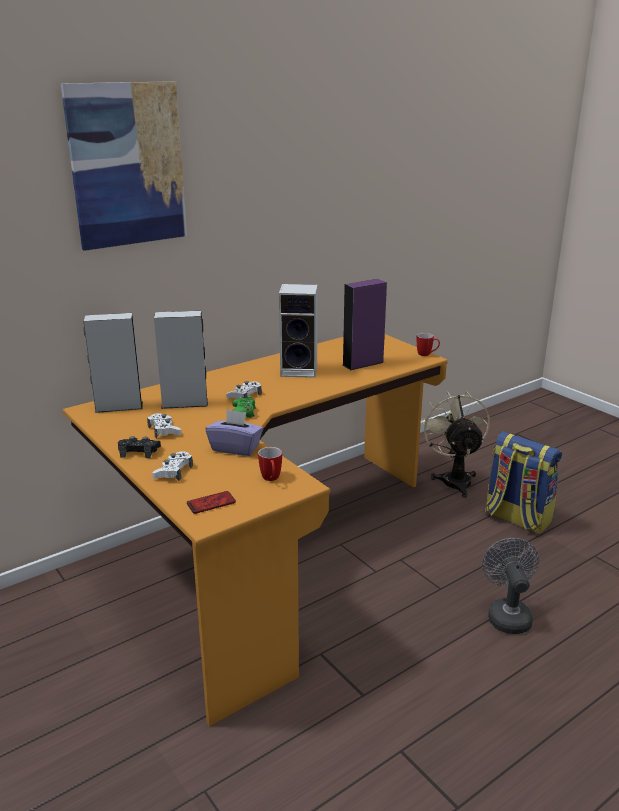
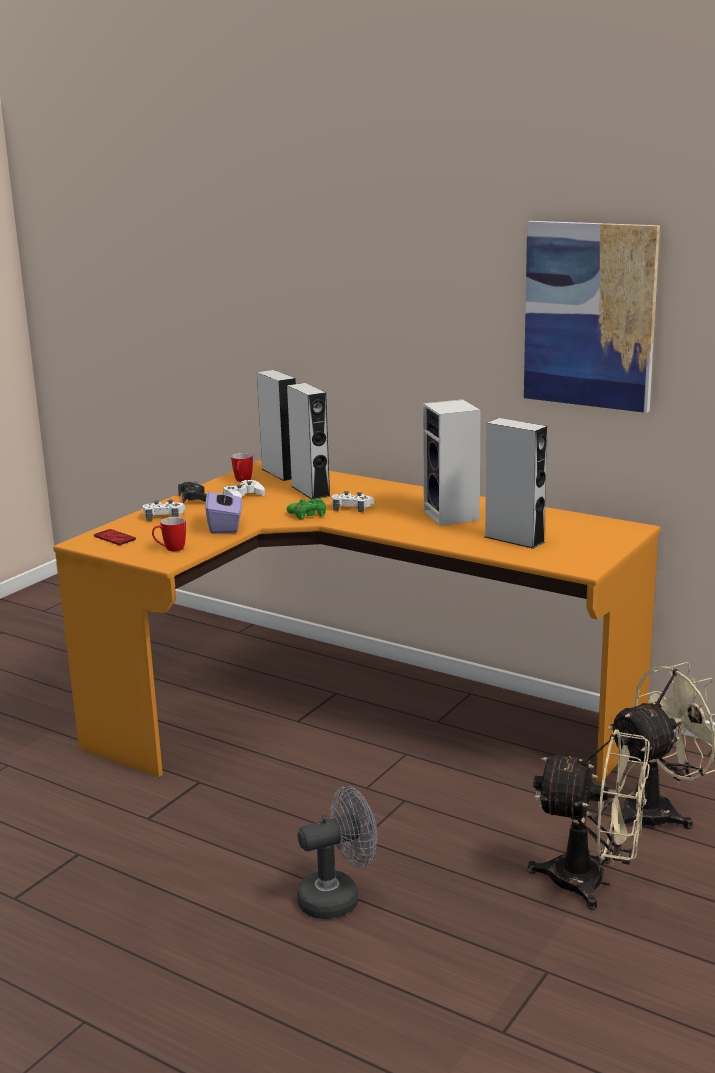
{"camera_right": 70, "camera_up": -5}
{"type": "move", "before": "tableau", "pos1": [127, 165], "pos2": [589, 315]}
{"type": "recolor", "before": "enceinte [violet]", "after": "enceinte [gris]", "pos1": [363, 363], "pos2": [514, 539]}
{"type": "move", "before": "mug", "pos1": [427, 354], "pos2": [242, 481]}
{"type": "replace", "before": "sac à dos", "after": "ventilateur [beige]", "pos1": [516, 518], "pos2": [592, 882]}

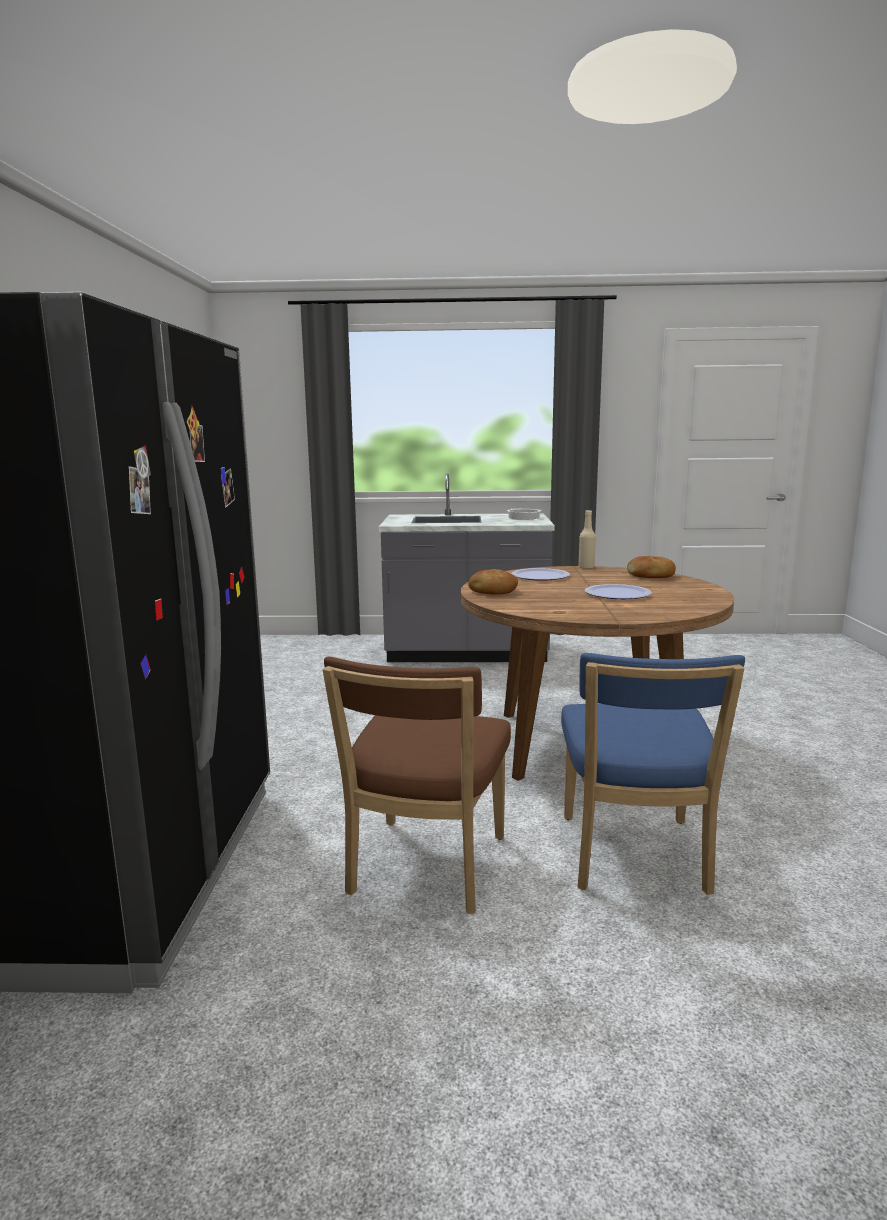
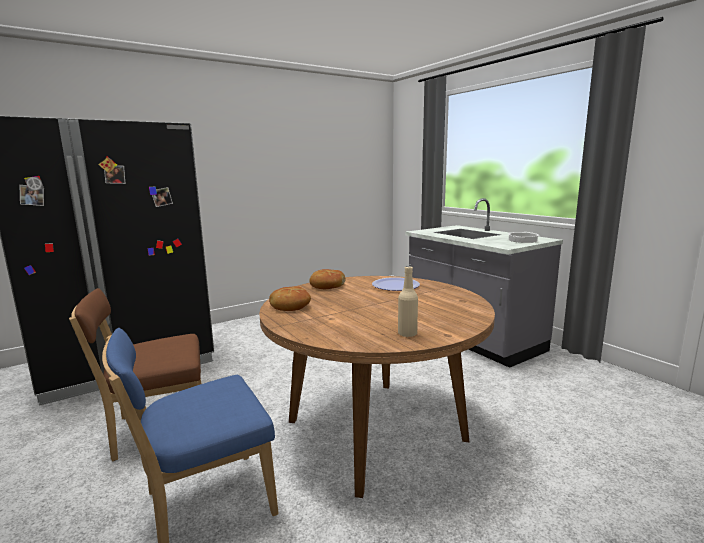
{"camera_right": 55, "camera_up": 0}
{"type": "move", "before": "bouteille [beige]", "pos1": [586, 567], "pos2": [407, 334]}
{"type": "delete", "before": "assiette", "pos1": [617, 594]}
{"type": "move", "before": "pain", "pos1": [651, 576], "pos2": [290, 306]}

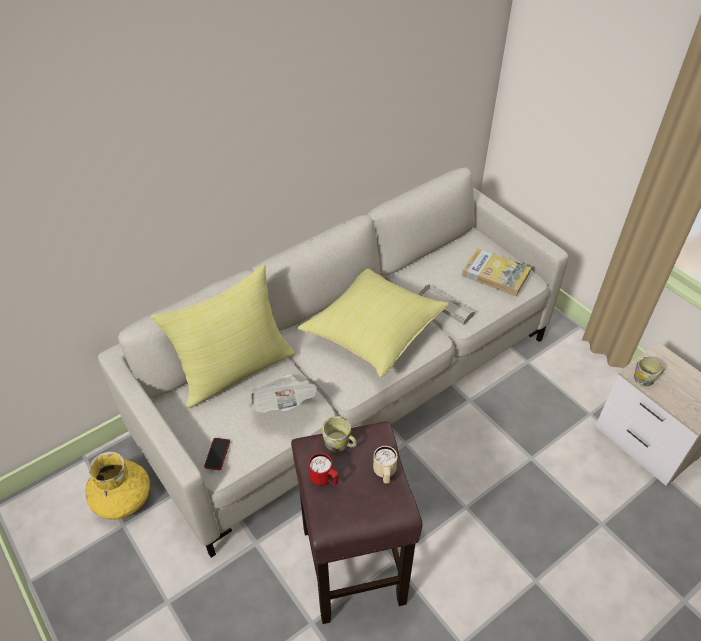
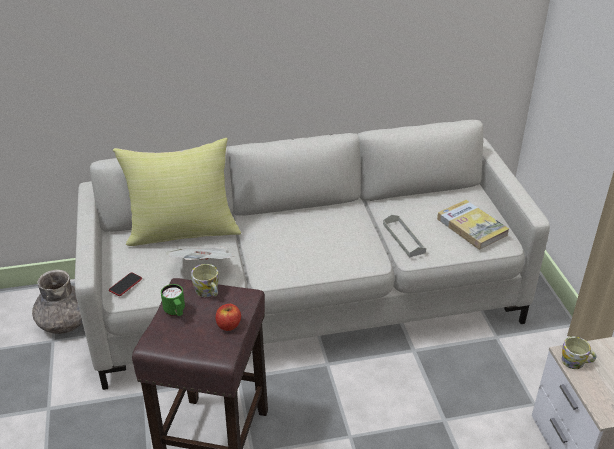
{"camera_right": 25, "camera_up": -10}
{"type": "recolor", "before": "vase [jaune]", "after": "vase [gris]", "pos1": [122, 498], "pos2": [65, 322]}
{"type": "delete", "before": "coussin [jaune]", "pos1": [373, 332]}
{"type": "recolor", "before": "mug [rouge]", "after": "mug [vert]", "pos1": [324, 479], "pos2": [175, 312]}
{"type": "replace", "before": "mug [beige]", "after": "pomme", "pos1": [384, 473], "pos2": [228, 325]}

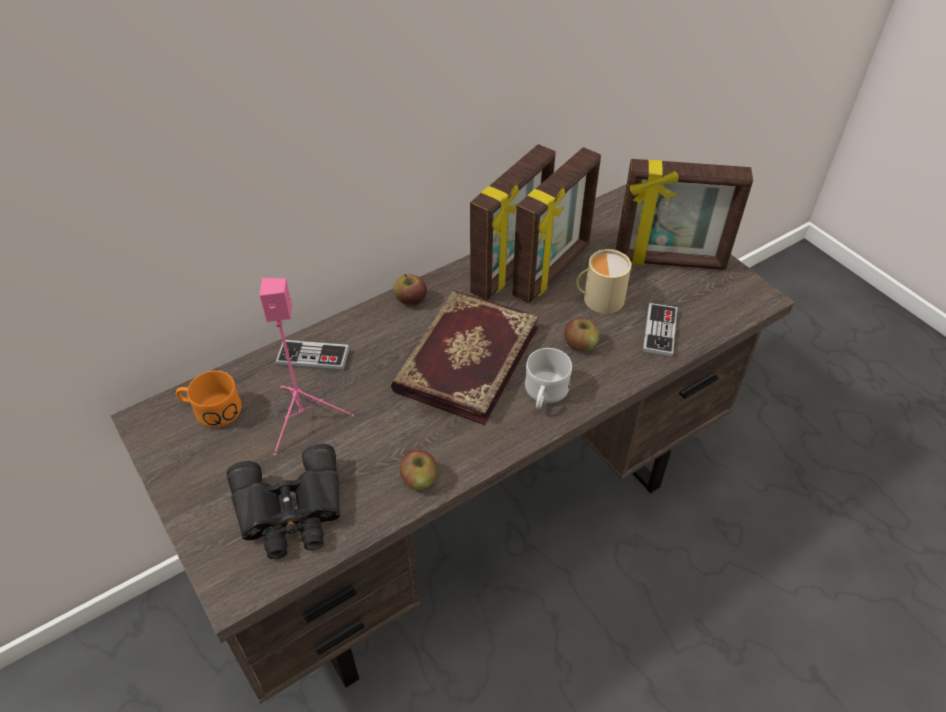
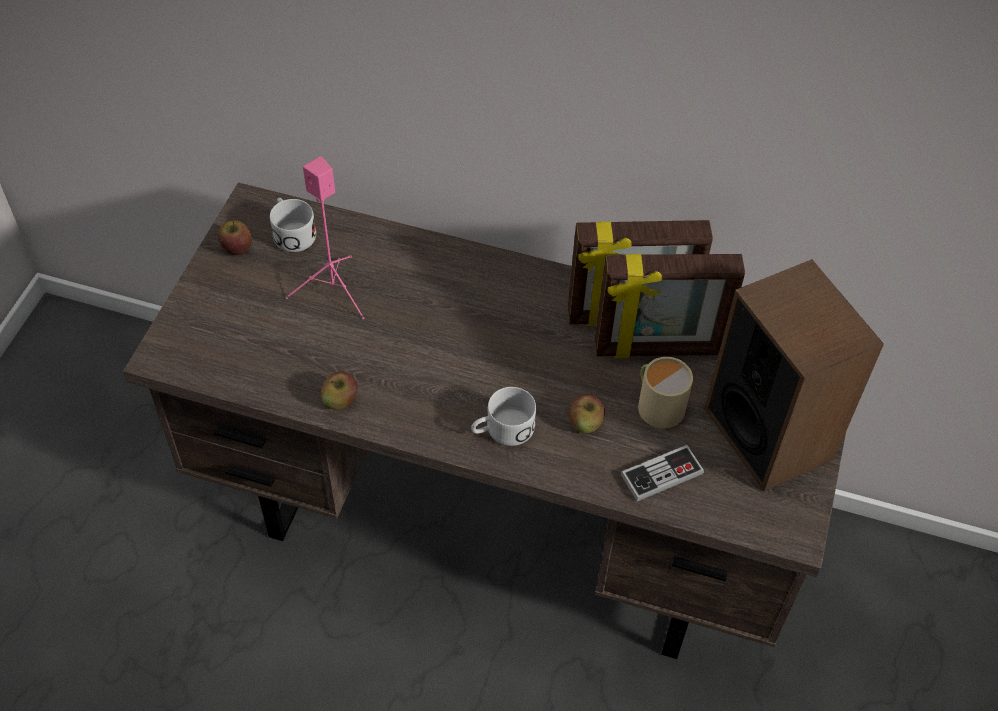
{"camera_right": 50, "camera_up": 5}
{"type": "recolor", "before": "mug [orange]", "after": "mug [blanc]", "pos1": [211, 410], "pos2": [292, 232]}
{"type": "delete", "before": "jumelles [noir]", "pos1": [291, 511]}
{"type": "delete", "before": "manette", "pos1": [313, 357]}
{"type": "delete", "before": "livre", "pos1": [464, 358]}
{"type": "move", "before": "pomme", "pos1": [410, 300], "pos2": [237, 247]}
{"type": "replace", "before": "cadre photo", "after": "enceinte", "pos1": [669, 261], "pos2": [768, 433]}

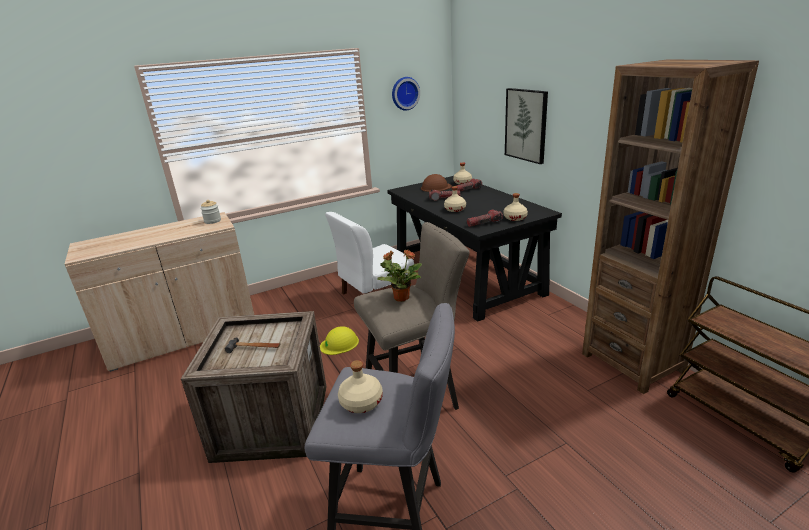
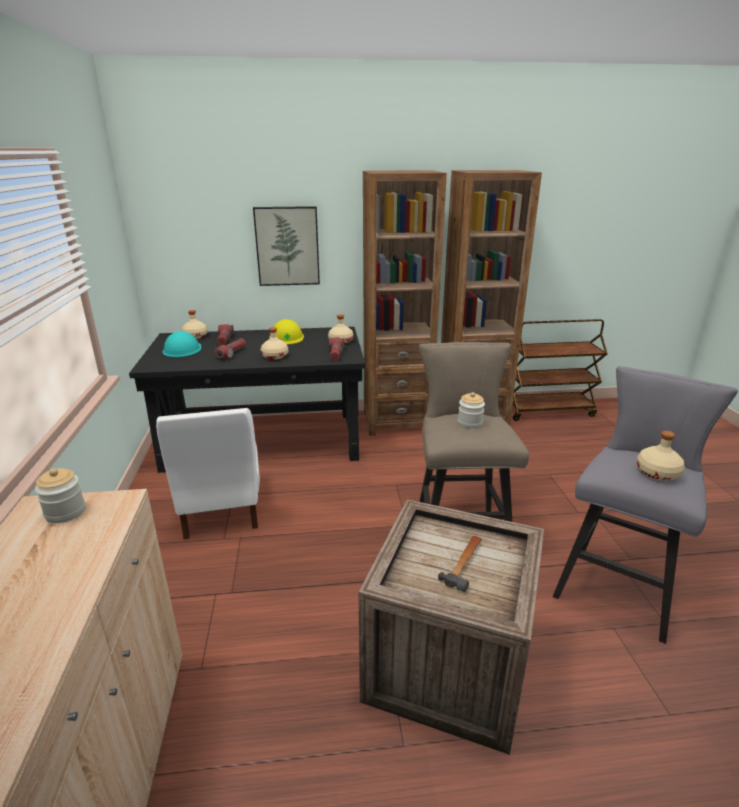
{"camera_right": -70, "camera_up": 0}
{"type": "move", "before": "casque de chantier [jaune]", "pos1": [339, 343], "pos2": [286, 337]}
{"type": "replace", "before": "plante en pot", "after": "bocal", "pos1": [401, 298], "pos2": [470, 423]}
{"type": "delete", "before": "horloge murale", "pos1": [404, 93]}
{"type": "recolor", "before": "casque de chantier [marron]", "after": "casque de chantier [turquoise]", "pos1": [436, 187], "pos2": [182, 349]}
{"type": "insert", "after": "bibliothèque [marron]", "pos2": [396, 422]}

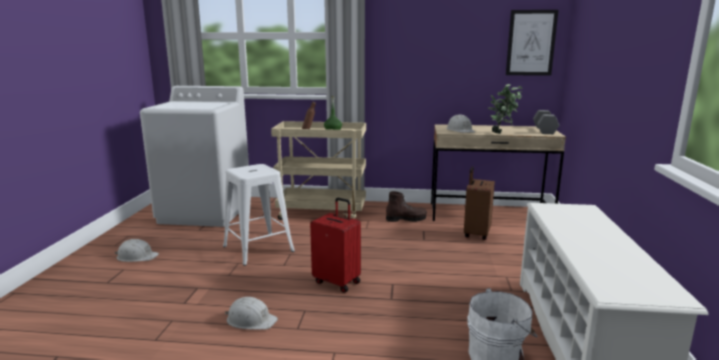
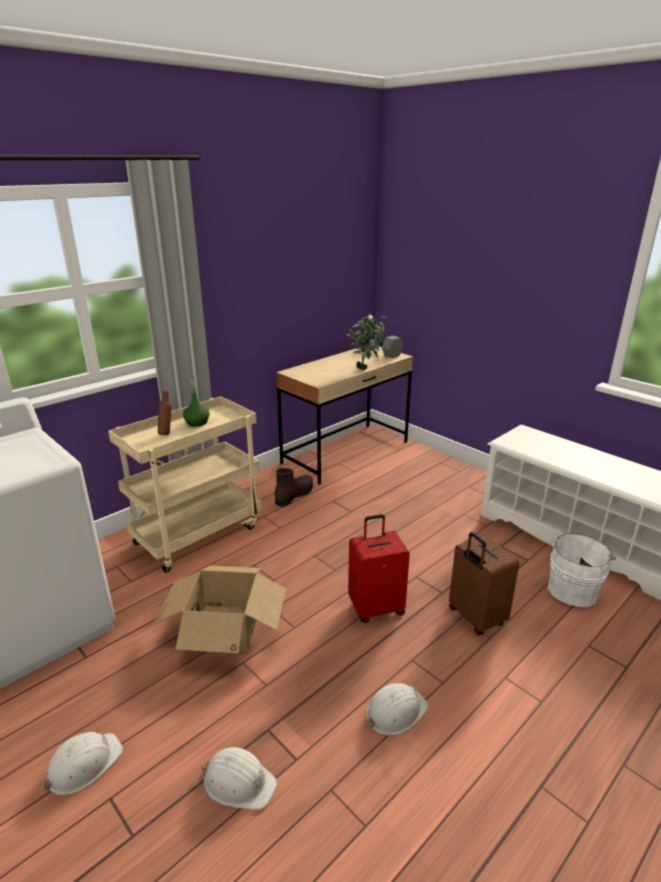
{"camera_right": -50, "camera_up": 10}
{"type": "replace", "before": "tabouret [blanc]", "after": "carton", "pos1": [258, 249], "pos2": [225, 628]}
{"type": "move", "before": "casque de chantier [blanc]", "pos1": [460, 130], "pos2": [239, 782]}
{"type": "move", "before": "valise [marron]", "pos1": [476, 234], "pos2": [475, 618]}
{"type": "delete", "before": "tableau", "pos1": [531, 43]}

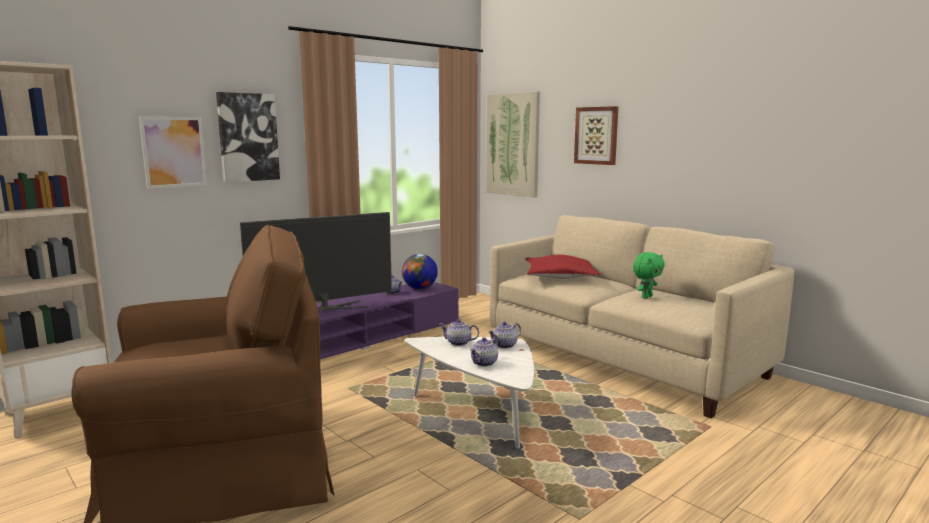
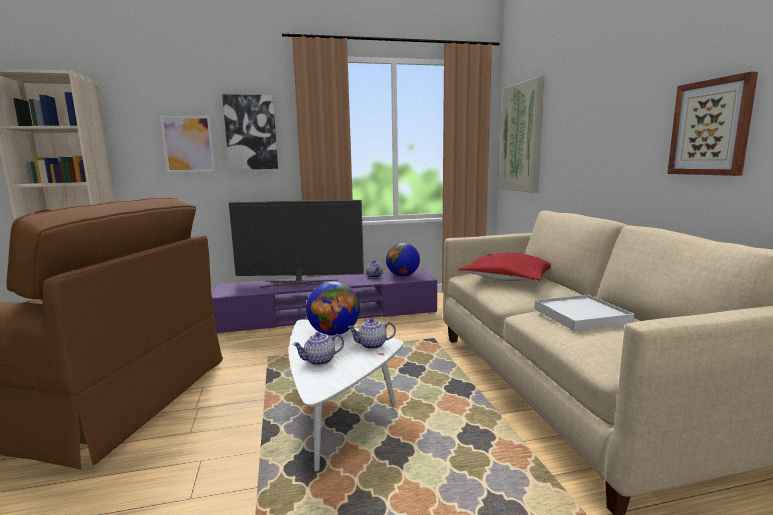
{"camera_right": 30, "camera_up": 0}
{"type": "replace", "before": "théière", "after": "globe", "pos1": [458, 343], "pos2": [334, 333]}
{"type": "move", "before": "tableau", "pos1": [596, 135], "pos2": [711, 128]}
{"type": "replace", "before": "peluche [vert]", "after": "plateau [blanc]", "pos1": [646, 297], "pos2": [581, 316]}

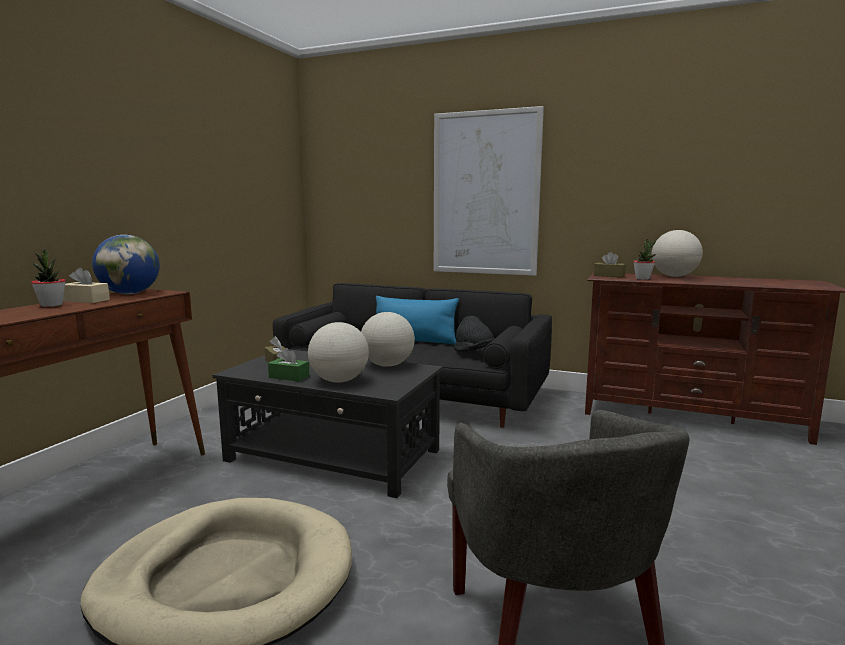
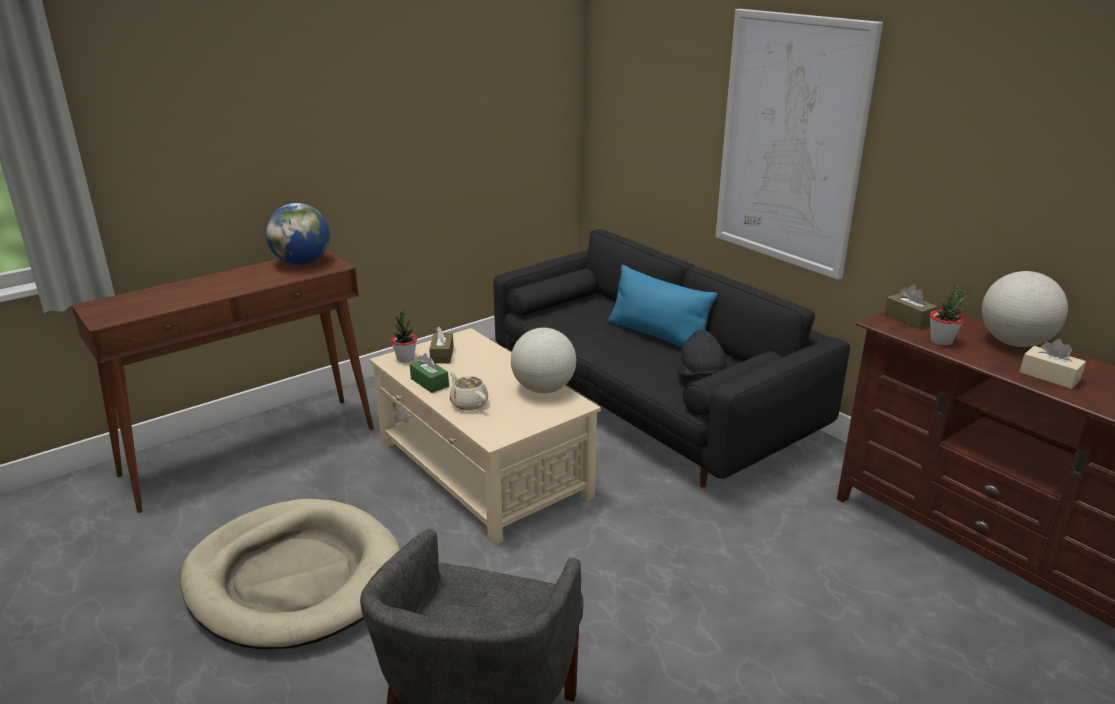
{"camera_right": 30, "camera_up": 15}
{"type": "move", "before": "plante en pot", "pos1": [51, 305], "pos2": [405, 358]}
{"type": "move", "before": "boîte à mouchoirs [beige]", "pos1": [86, 300], "pos2": [1049, 376]}
{"type": "recolor", "before": "table basse [noir]", "after": "table basse [beige]", "pos1": [334, 456], "pos2": [483, 469]}
{"type": "replace", "before": "globe", "after": "théière [beige]", "pos1": [339, 381], "pos2": [468, 403]}

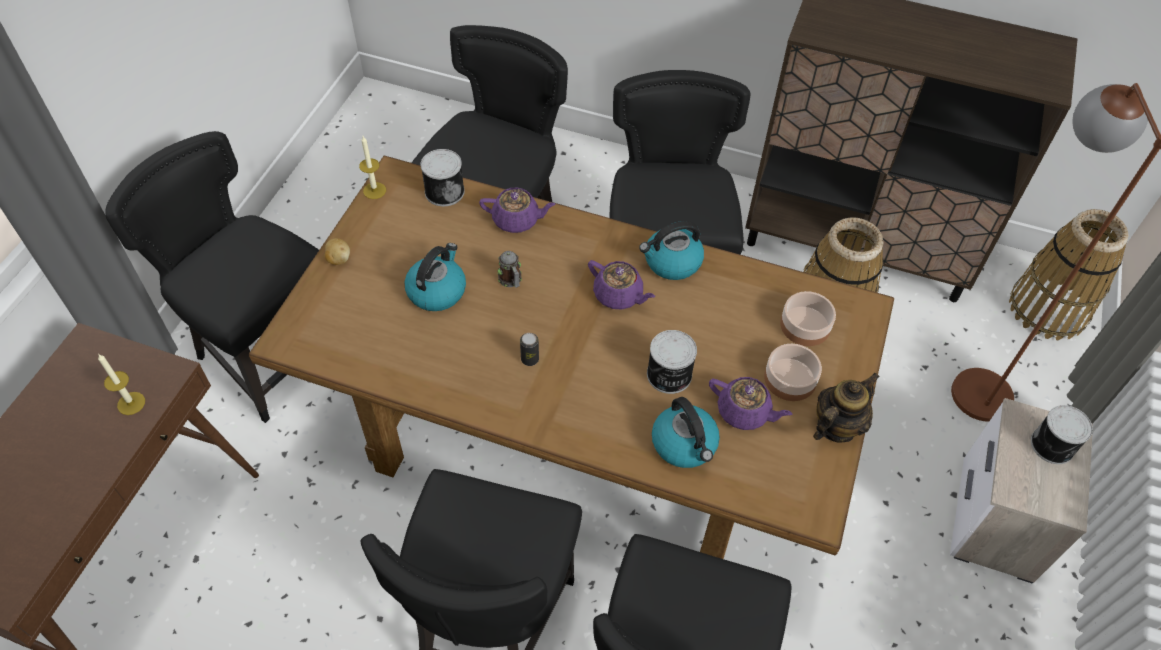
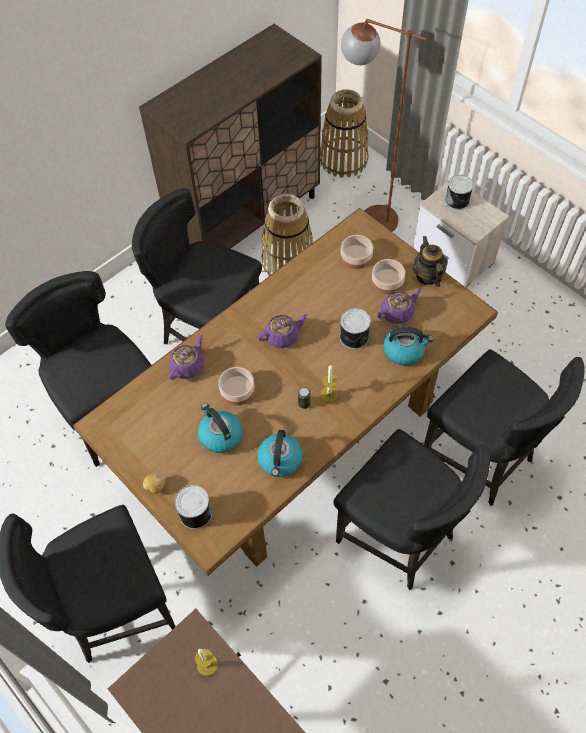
{"camera_right": -60, "camera_up": 5}
{"type": "move", "before": "bougie", "pos1": [374, 190], "pos2": [329, 394]}
{"type": "move", "before": "boîte métallique", "pos1": [444, 191], "pos2": [194, 513]}
{"type": "replace", "before": "mug", "after": "bol", "pos1": [511, 281], "pos2": [237, 389]}
{"type": "move", "before": "bouilloire", "pos1": [671, 262], "pos2": [280, 460]}

